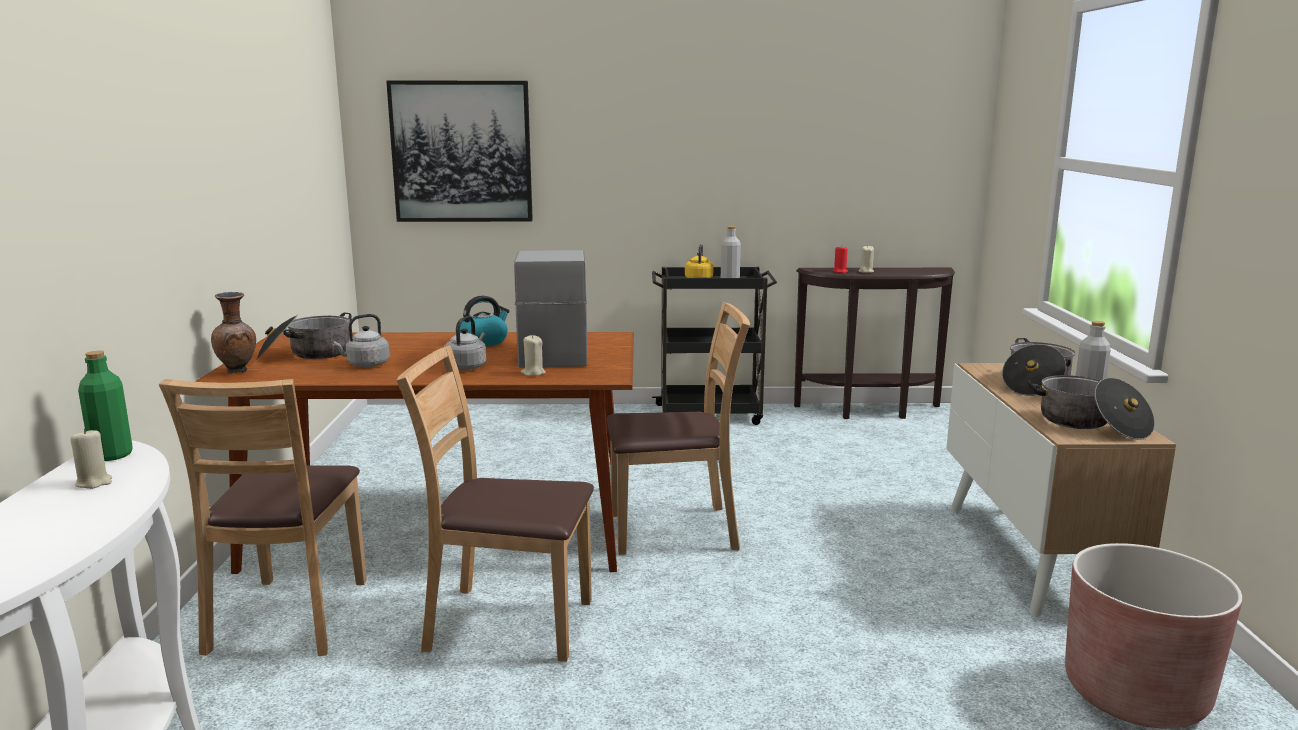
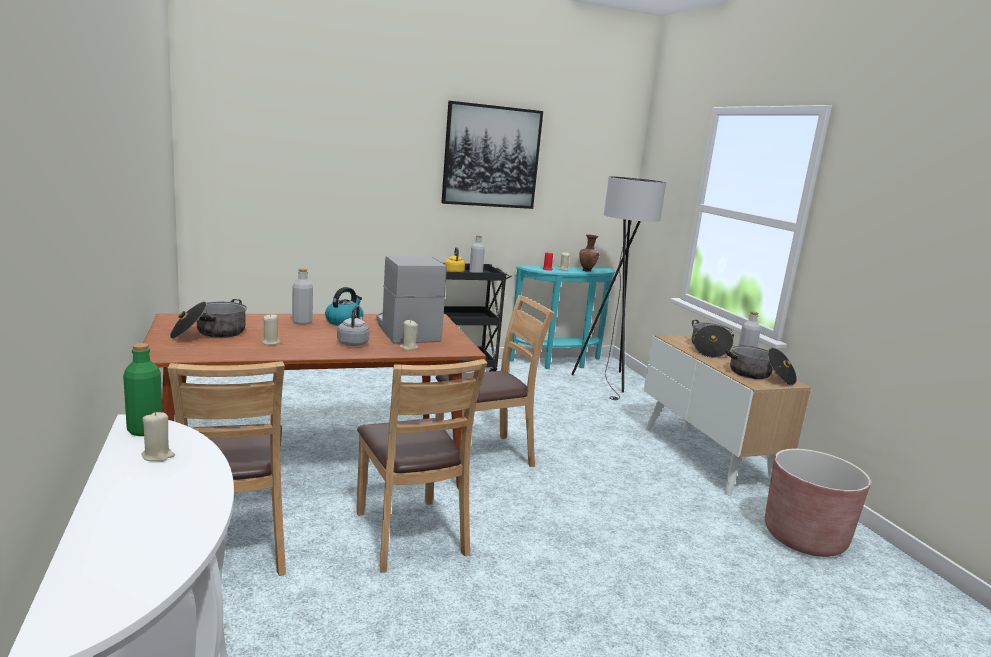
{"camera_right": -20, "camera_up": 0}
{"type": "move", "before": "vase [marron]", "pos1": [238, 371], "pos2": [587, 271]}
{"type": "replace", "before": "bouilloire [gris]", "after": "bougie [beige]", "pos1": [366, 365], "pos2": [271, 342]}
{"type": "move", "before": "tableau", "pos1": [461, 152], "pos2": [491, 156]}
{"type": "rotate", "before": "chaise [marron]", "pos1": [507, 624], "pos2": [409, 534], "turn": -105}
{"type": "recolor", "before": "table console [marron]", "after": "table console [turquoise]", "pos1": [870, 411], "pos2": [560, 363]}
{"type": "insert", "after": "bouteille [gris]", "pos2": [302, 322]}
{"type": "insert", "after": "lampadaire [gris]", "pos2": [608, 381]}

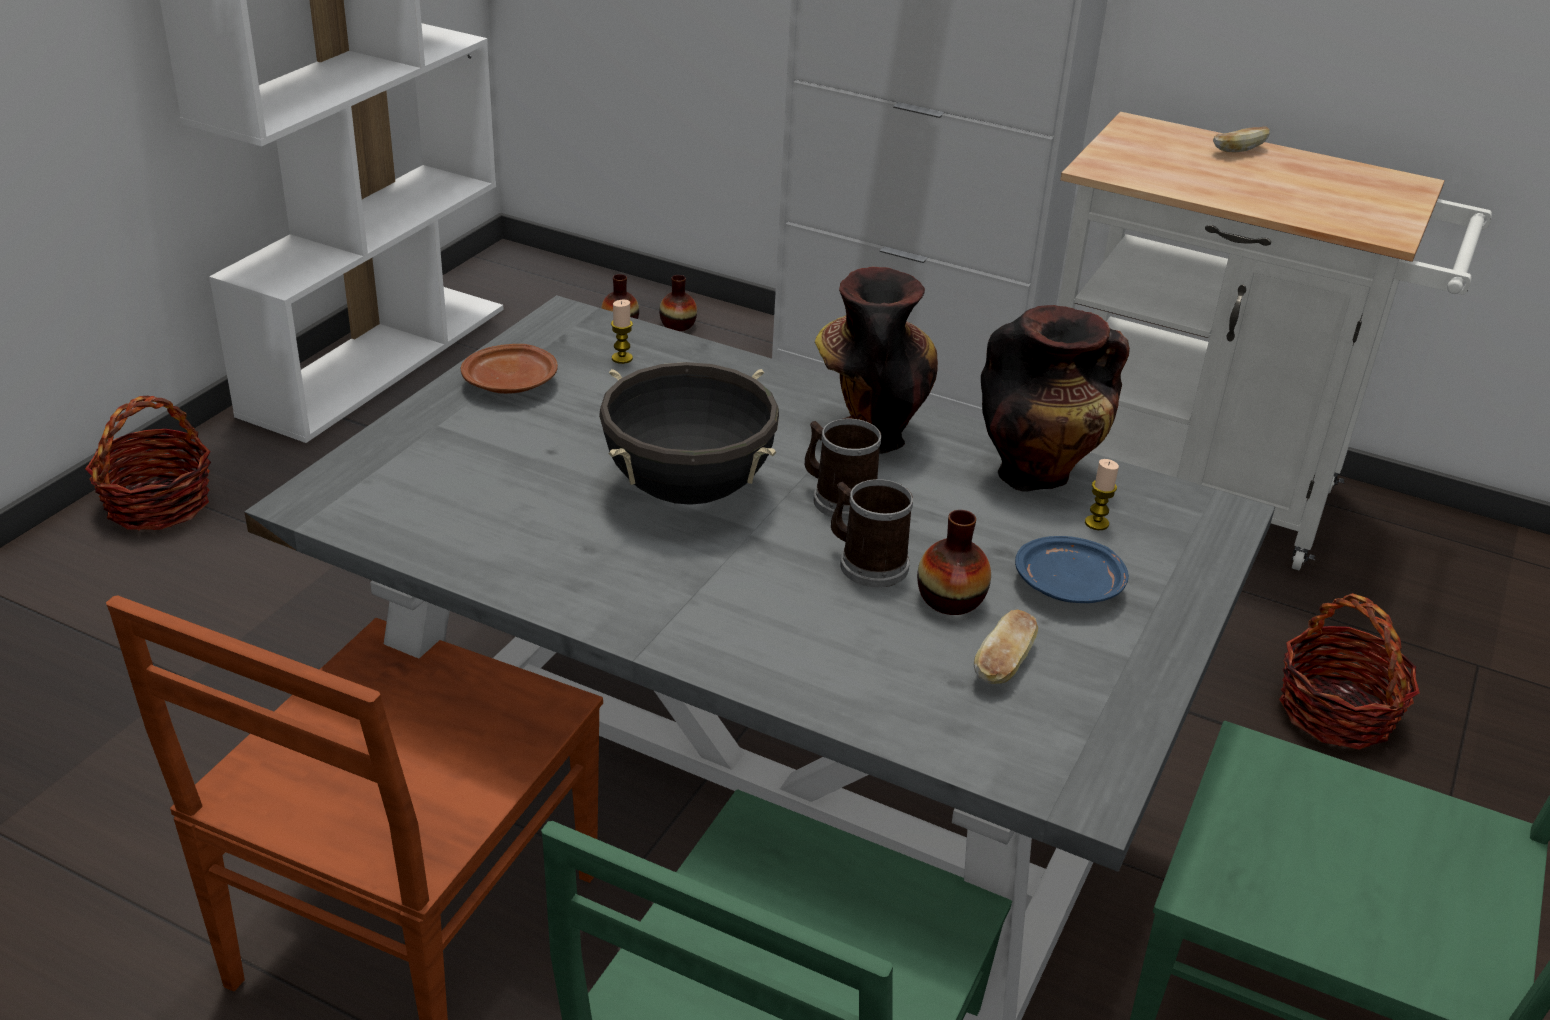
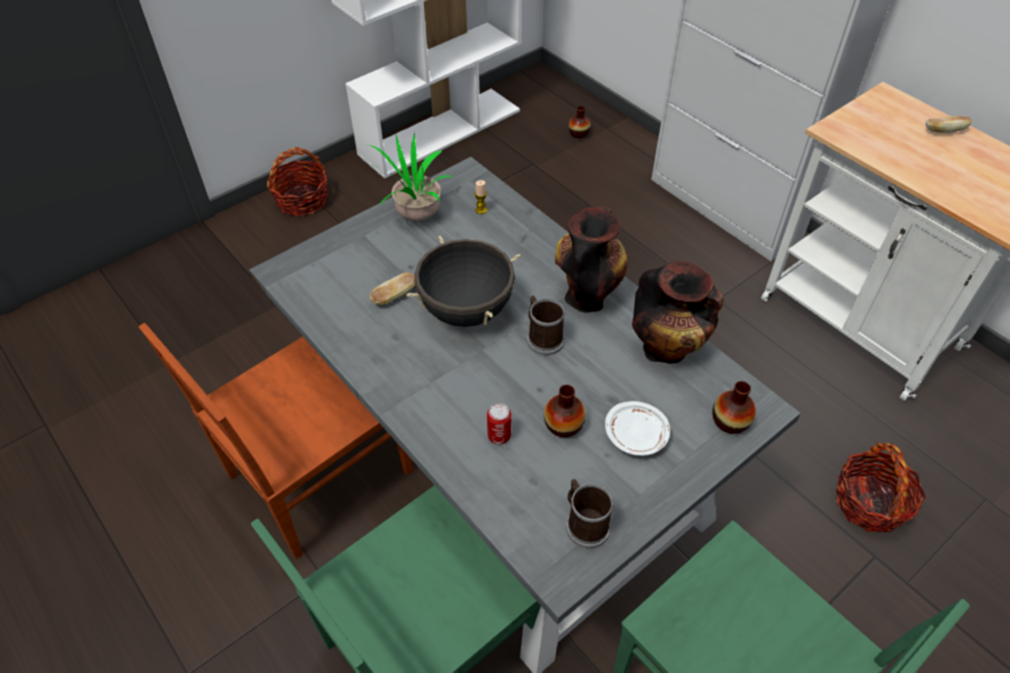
{"camera_right": 25, "camera_up": 15}
{"type": "replace", "before": "assiette [marron]", "after": "plante en pot", "pos1": [512, 383], "pos2": [415, 215]}
{"type": "move", "before": "vase", "pos1": [678, 325], "pos2": [730, 421]}
{"type": "move", "before": "mug", "pos1": [866, 563], "pos2": [584, 524]}
{"type": "move", "before": "pain", "pos1": [1003, 664], "pos2": [394, 296]}
{"type": "recolor", "before": "assiette [bleu]", "after": "assiette [blanc]", "pos1": [1070, 586], "pos2": [636, 435]}
{"type": "delete", "before": "bougie", "pos1": [1096, 523]}
{"type": "insert", "after": "boîte métallique", "pos2": [499, 436]}

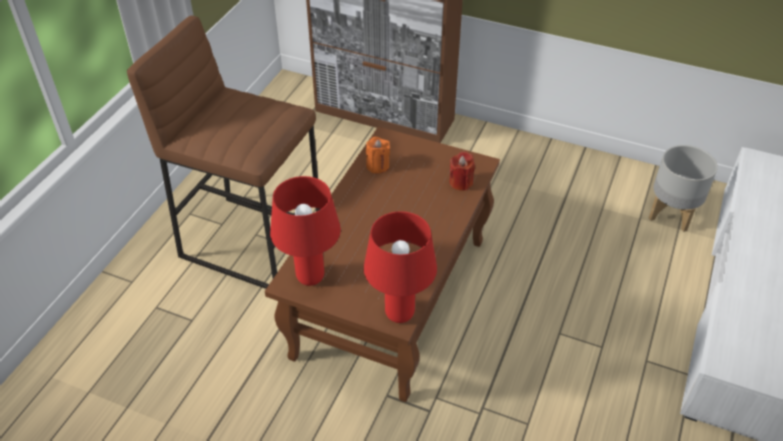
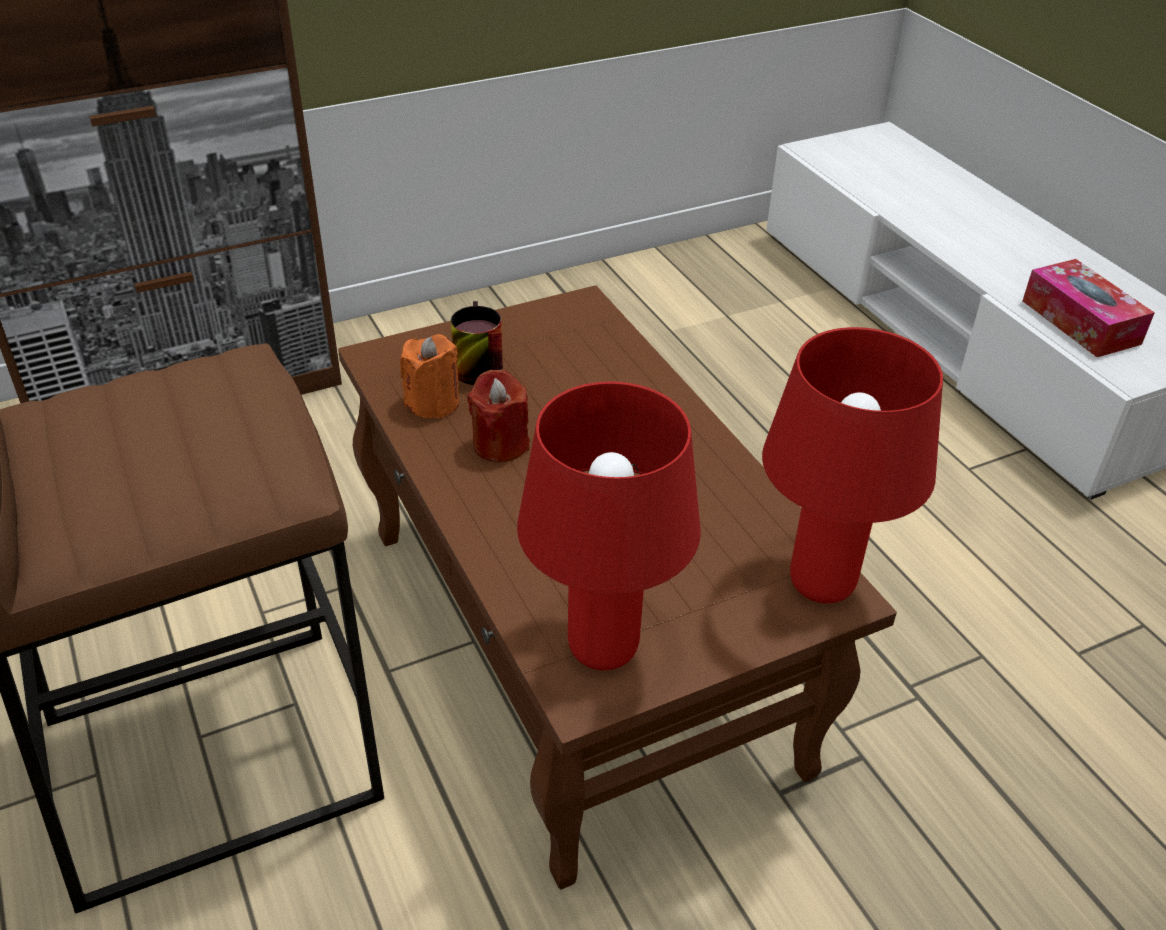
{"camera_right": -50, "camera_up": -5}
{"type": "move", "before": "bougie [rouge]", "pos1": [461, 182], "pos2": [500, 445]}
{"type": "delete", "before": "cache-pot [gris]", "pos1": [671, 214]}
{"type": "insert", "after": "mug", "pos2": [473, 365]}
{"type": "insert", "after": "boîte à mouchoirs", "pos2": [1080, 322]}

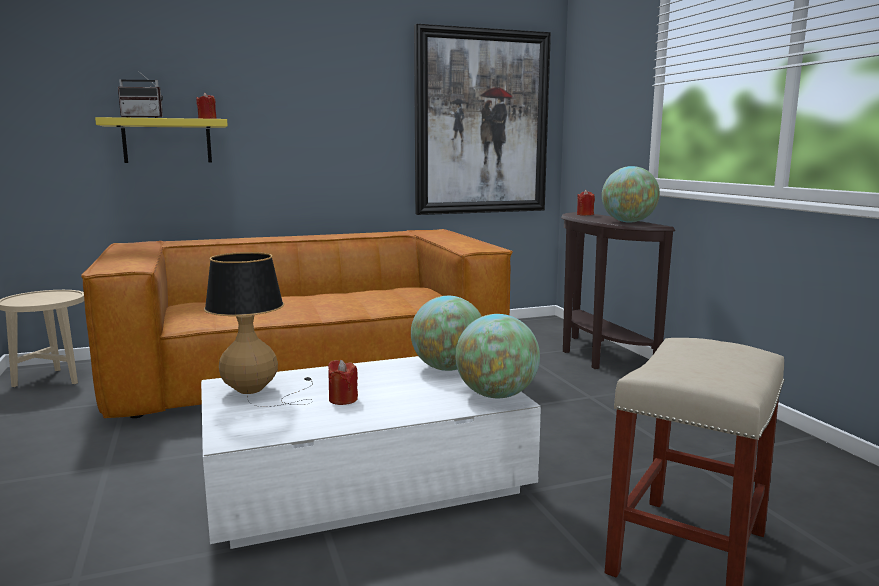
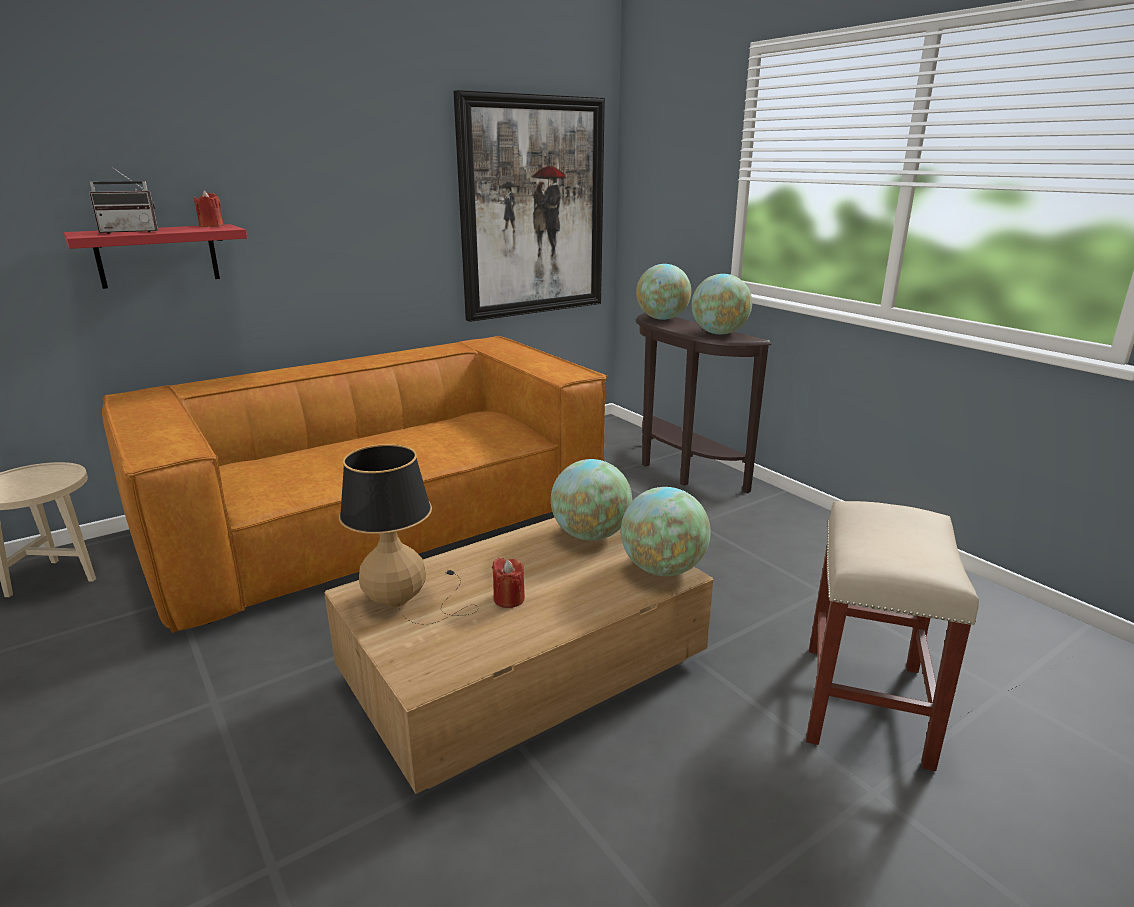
{"camera_right": -15, "camera_up": 10}
{"type": "recolor", "before": "étagère [jaune]", "after": "étagère [rouge]", "pos1": [167, 141], "pos2": [157, 256]}
{"type": "recolor", "before": "table basse [blanc]", "after": "table basse [marron]", "pos1": [365, 479], "pos2": [525, 669]}
{"type": "replace", "before": "bougie [rouge]", "after": "globe", "pos1": [585, 214], "pos2": [662, 319]}

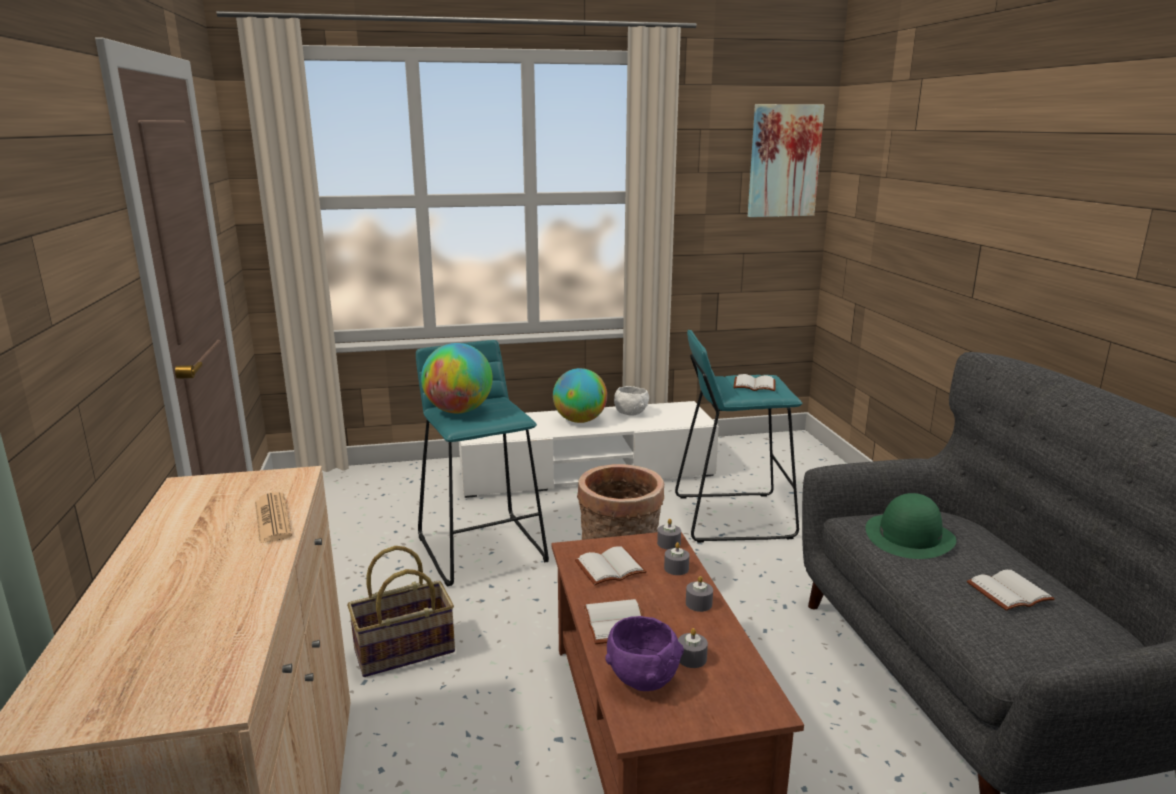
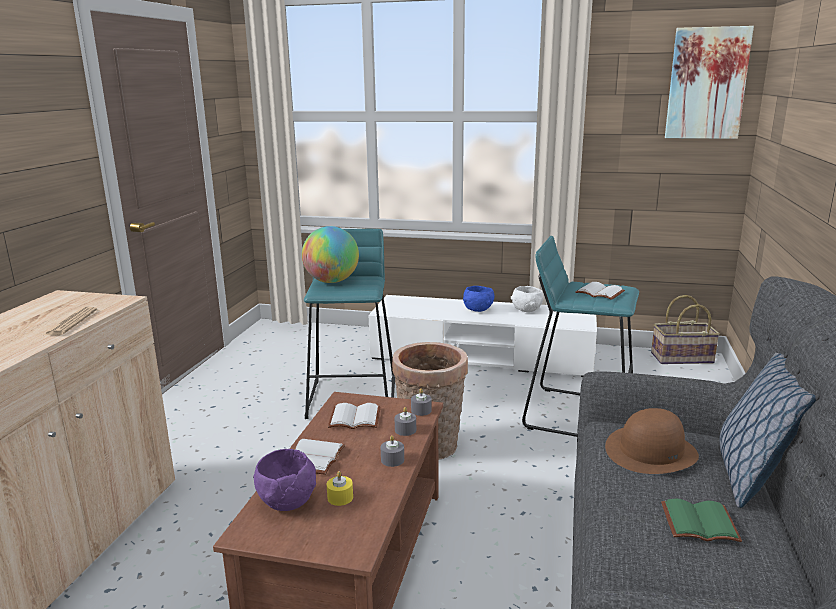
{"camera_right": 25, "camera_up": 0}
{"type": "move", "before": "panier", "pos1": [404, 652], "pos2": [682, 358]}
{"type": "replace", "before": "globe", "after": "bol [bleu]", "pos1": [580, 421], "pos2": [478, 310]}
{"type": "recolor", "before": "bougie [gris]", "after": "bougie [jaune]", "pos1": [691, 658], "pos2": [340, 497]}
{"type": "recolor", "before": "chapeau [vert]", "after": "chapeau [marron]", "pos1": [909, 536], "pos2": [651, 451]}
{"type": "recolor", "before": "livre [blanc]", "after": "livre [vert]", "pos1": [1008, 591], "pos2": [700, 522]}
{"type": "insert", "after": "coussin", "pos2": [750, 475]}

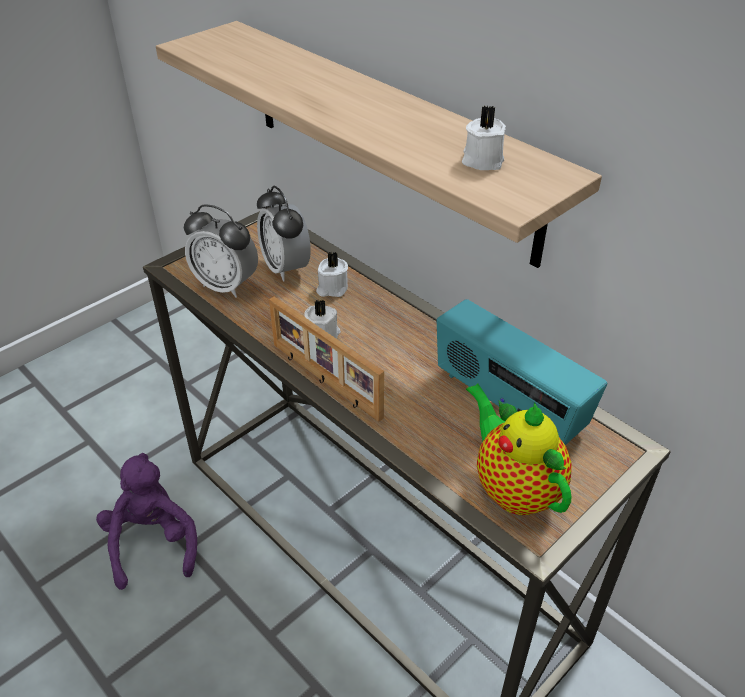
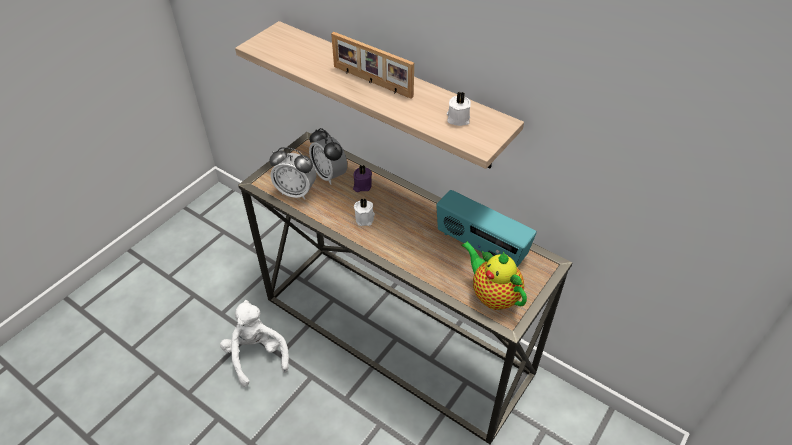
{"camera_right": -10, "camera_up": 5}
{"type": "recolor", "before": "peluche [violet]", "after": "peluche [blanc]", "pos1": [153, 543], "pos2": [256, 355]}
{"type": "move", "before": "cadre photo", "pos1": [324, 381], "pos2": [371, 82]}
{"type": "recolor", "before": "bougie [blanc]", "after": "bougie [violet]", "pos1": [332, 288], "pos2": [362, 186]}

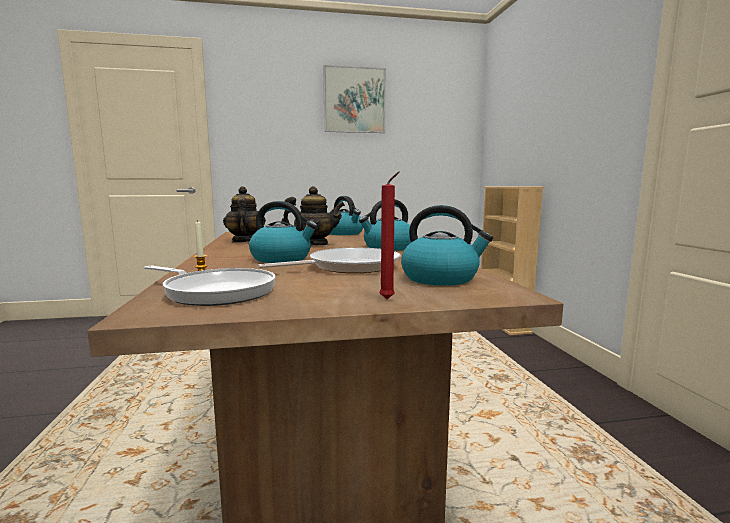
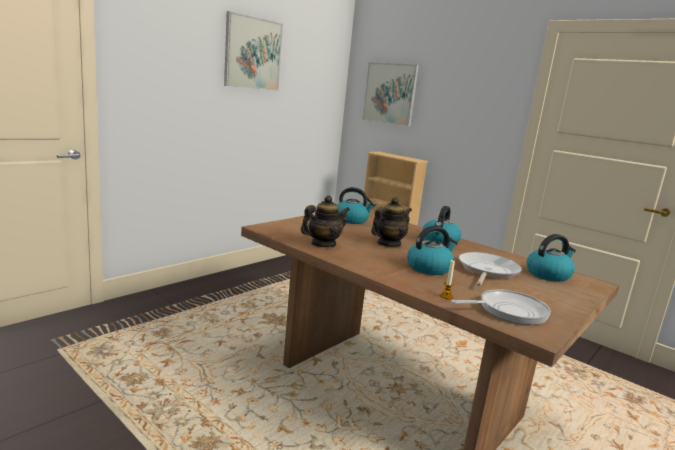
{"camera_right": -40, "camera_up": 5}
{"type": "rotate", "before": "théière", "pos1": [245, 241], "pos2": [323, 244], "turn": 105}
{"type": "delete", "before": "bougie [rouge]", "pos1": [389, 299]}
{"type": "insert", "after": "tableau", "pos2": [390, 93]}

